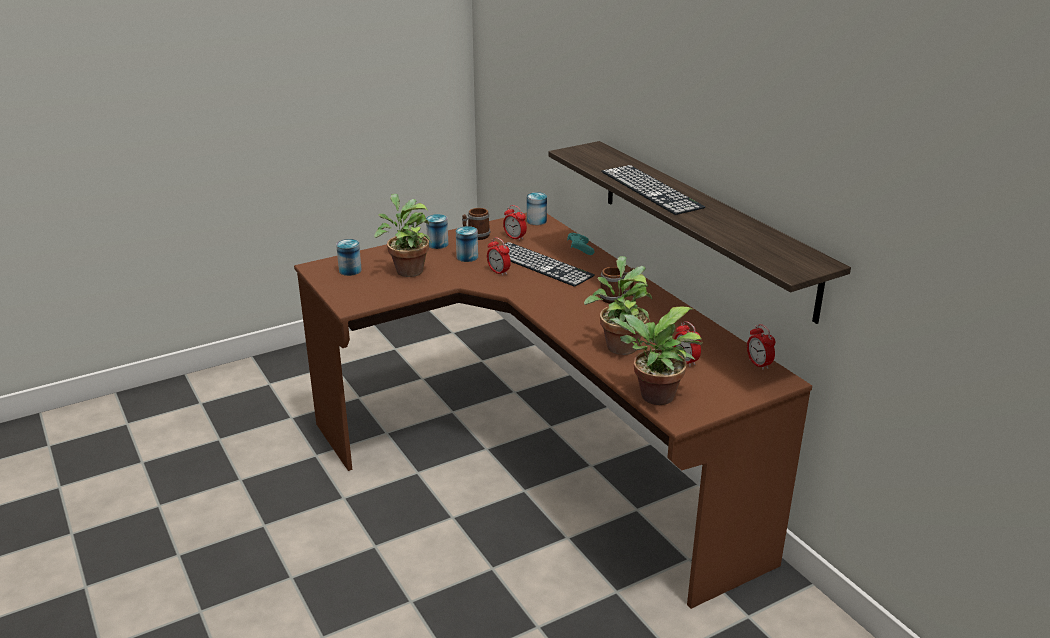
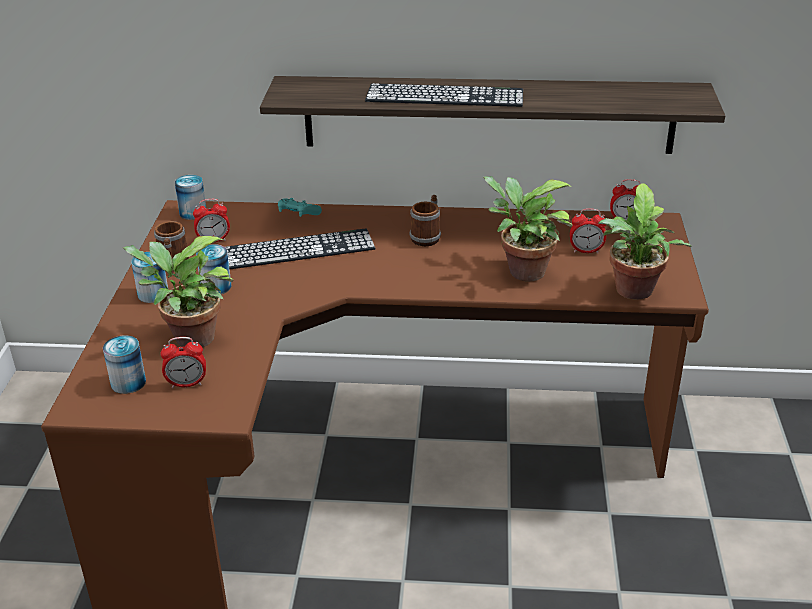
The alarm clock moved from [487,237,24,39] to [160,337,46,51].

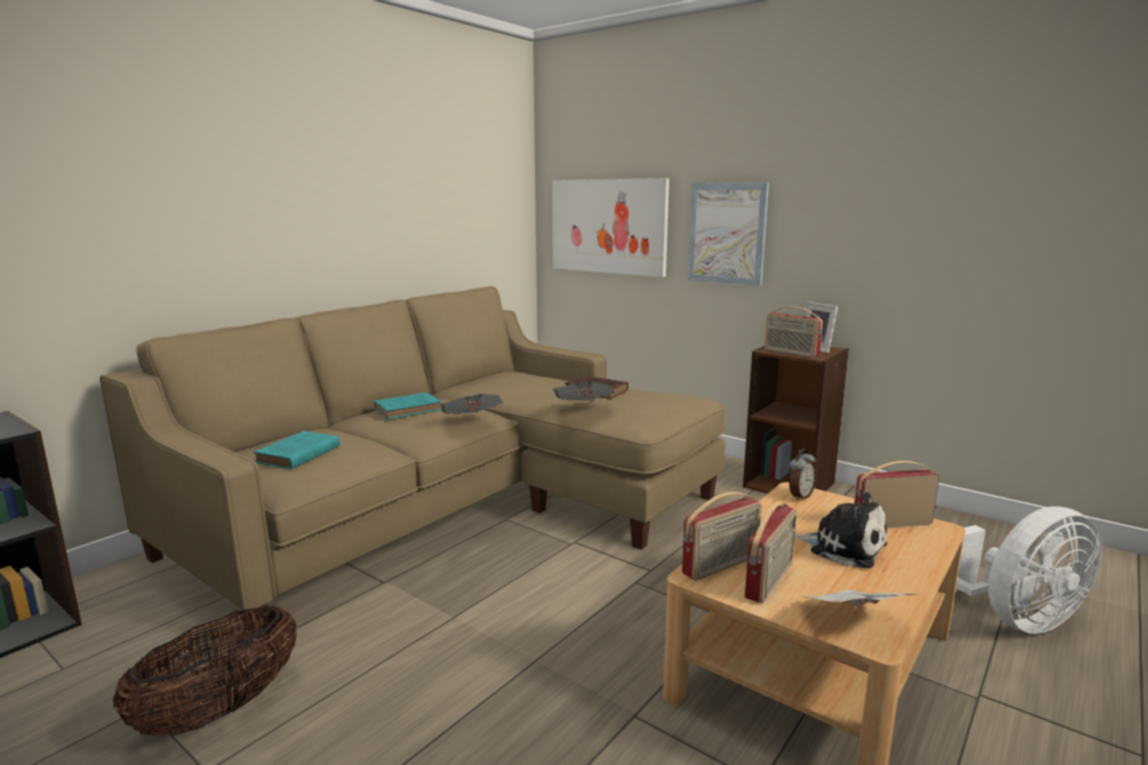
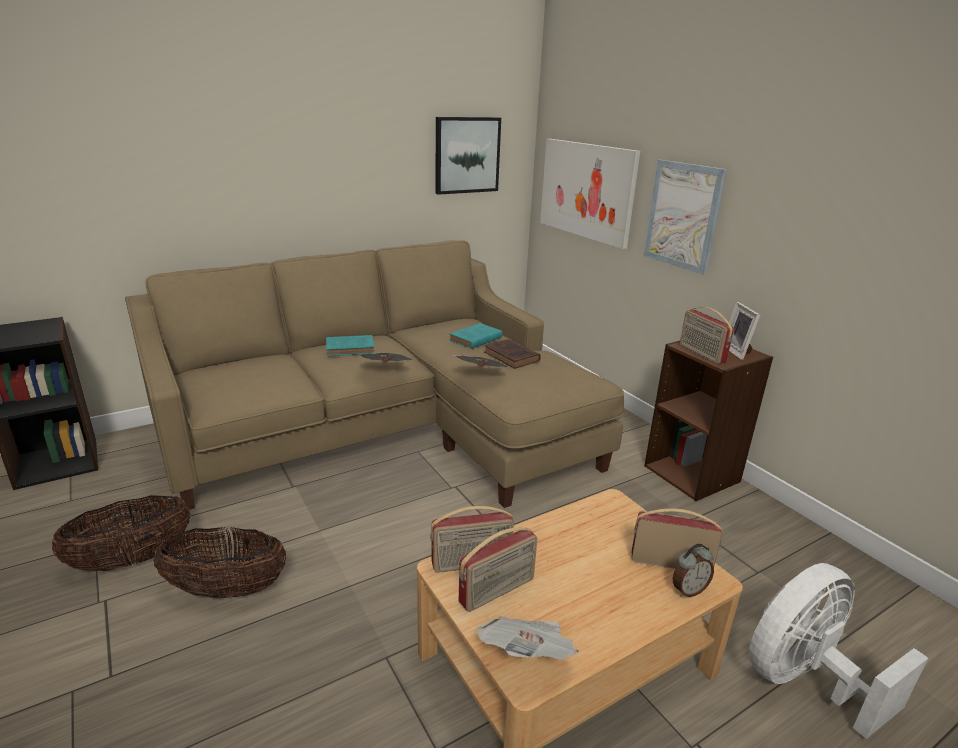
The turquoise book moved from [253,431,87,38] to [449,323,53,26].
The alarm clock moved from [789,449,27,52] to [673,544,41,53].
The soft toy at [794,493,93,75] disappeared.
The white cooling fan at [955,506,147,128] turned 150 degrees clockwise.
The wall art at [436,117,65,78] appeared.
The basket at [153,527,133,72] appeared.

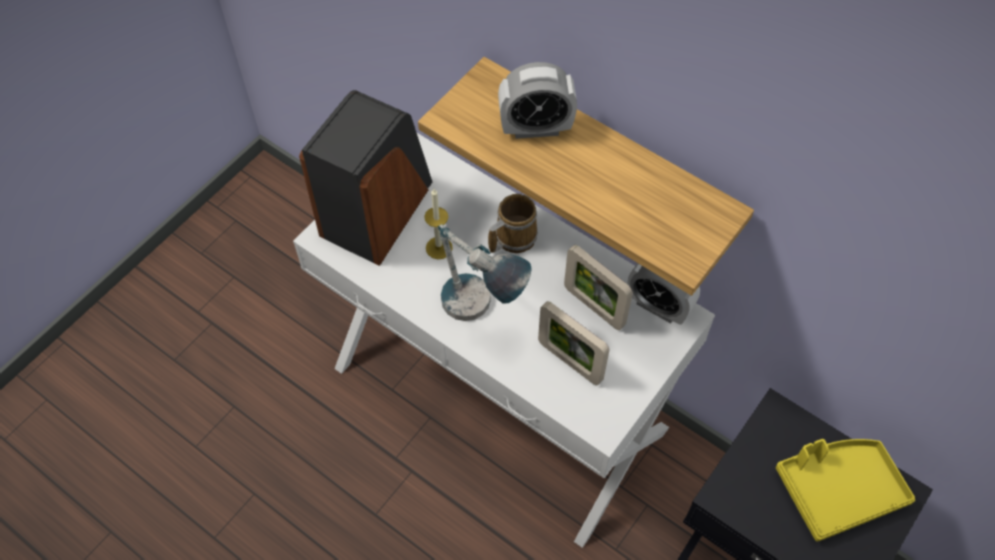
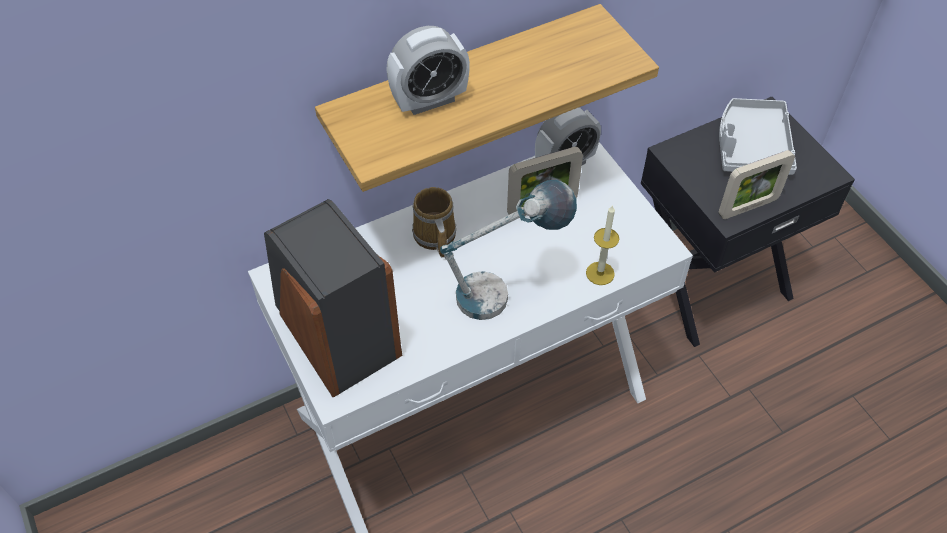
The alarm clock at [498,62,79,77] turned 45 degrees clockwise.
The wax candle moved from [424,189,29,70] to [586,205,33,80].
The standing frame moved from [538,301,72,84] to [718,150,77,69].
The yellow-coloured serving tray at [776,439,139,103] became the greyish serving tray at [719,98,78,77].

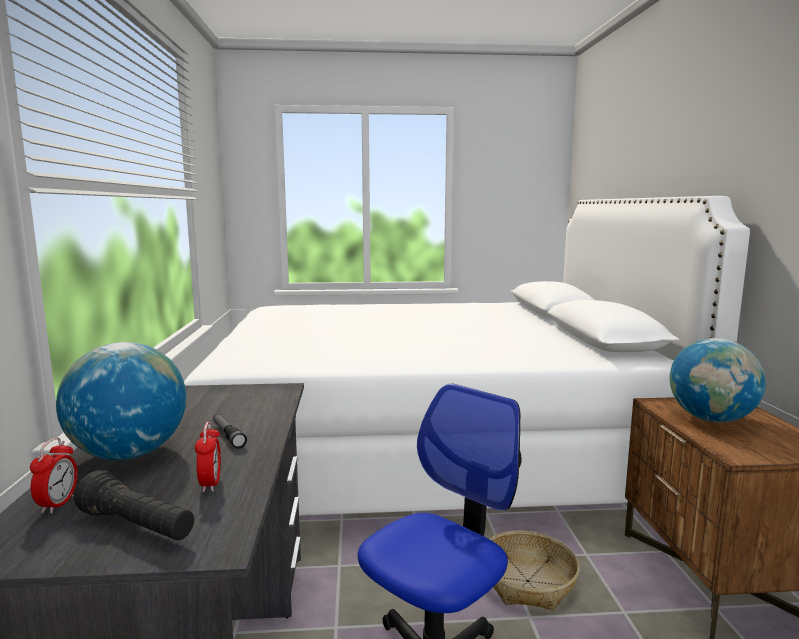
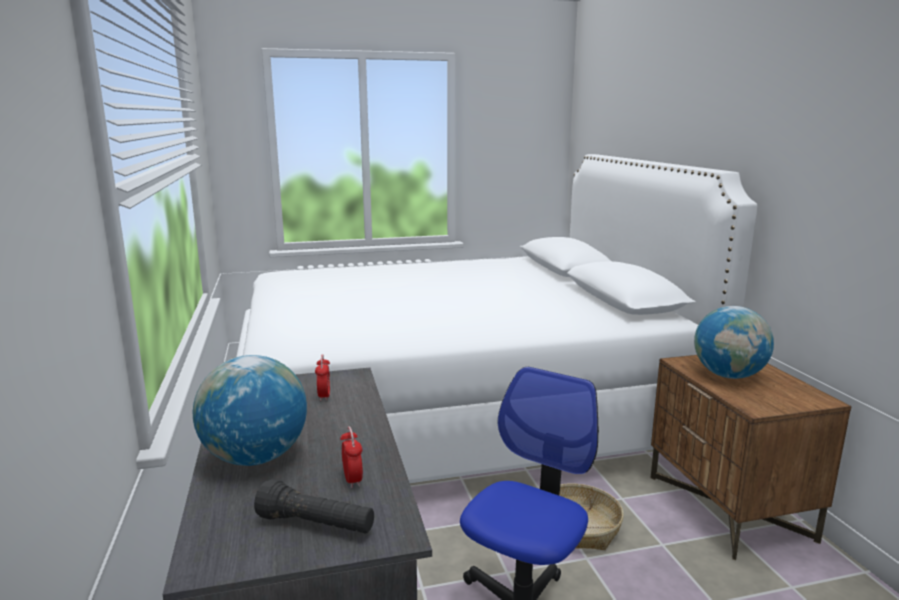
The flashlight at [213,414,34,34] disappeared.
The alarm clock moved from [30,437,48,77] to [315,354,15,47].

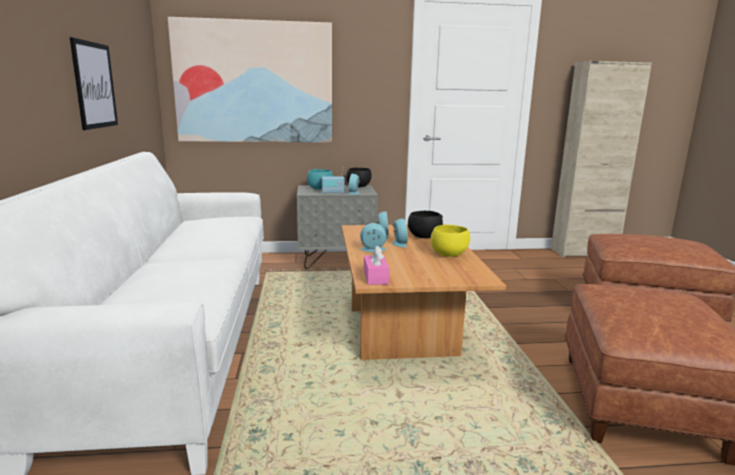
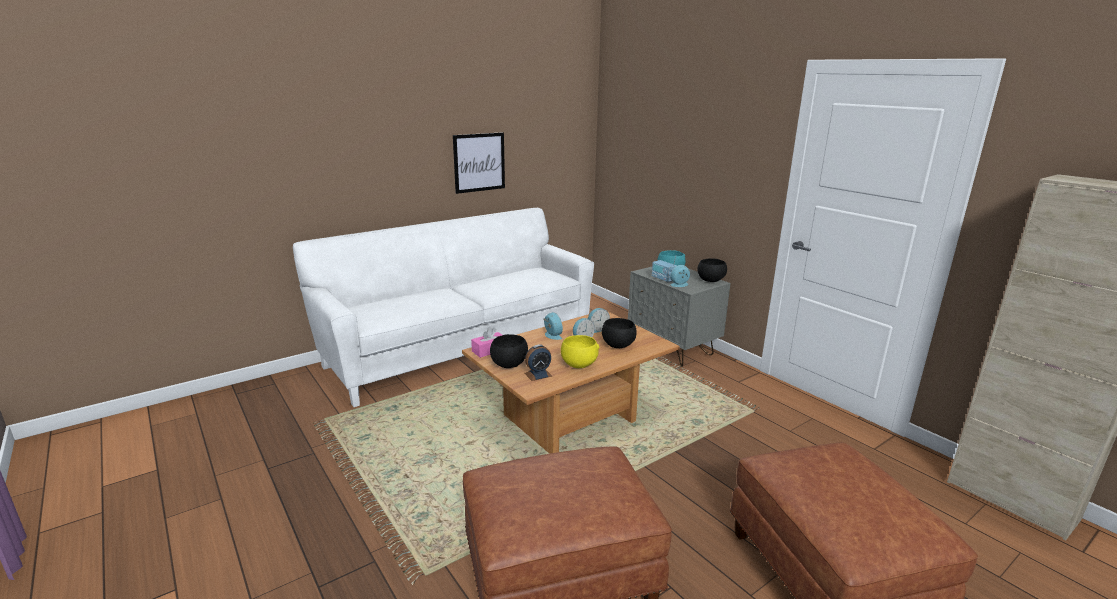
The wall art at [168,17,164,126] disappeared.
The black-coloured deep dish at [490,334,38,34] appeared.
The alarm clock at [524,344,28,37] appeared.

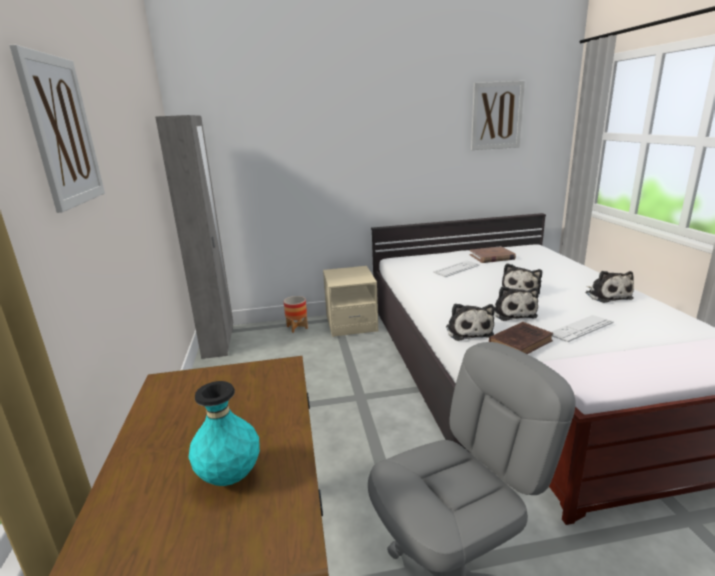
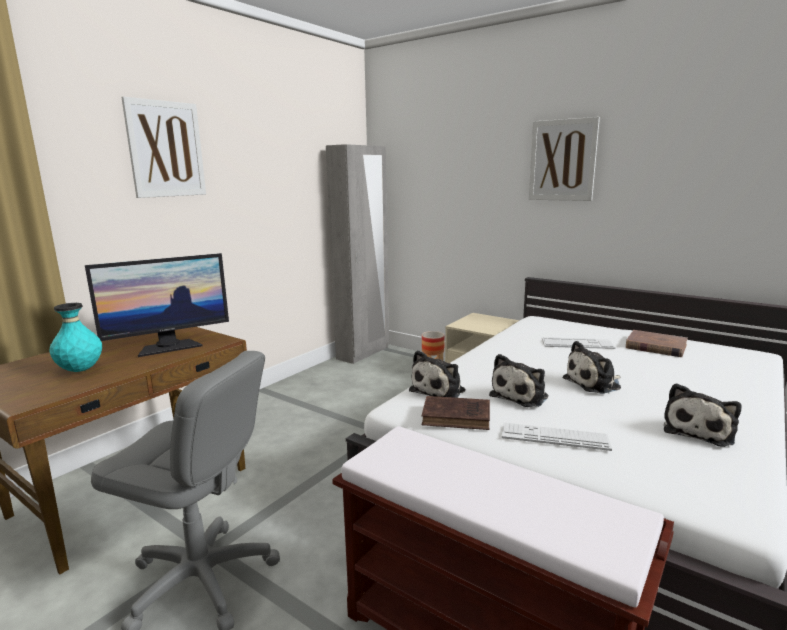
The wall art moved from [471,81,54,69] to [529,117,71,84].
The monitor at [85,253,144,104] appeared.

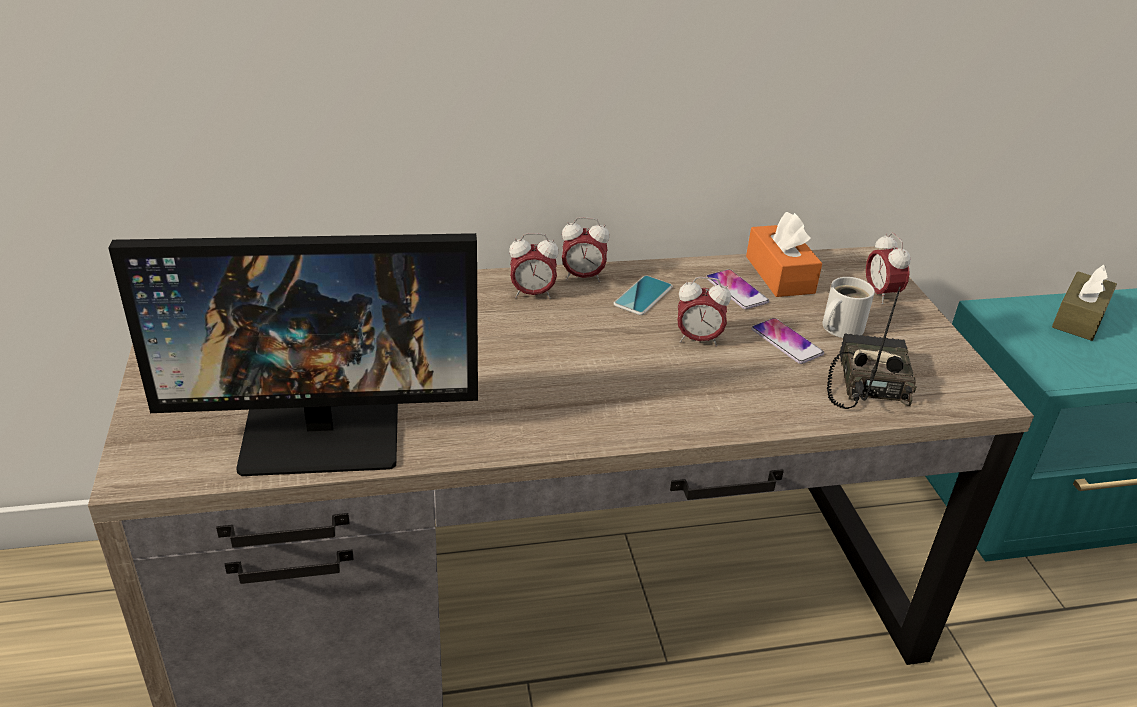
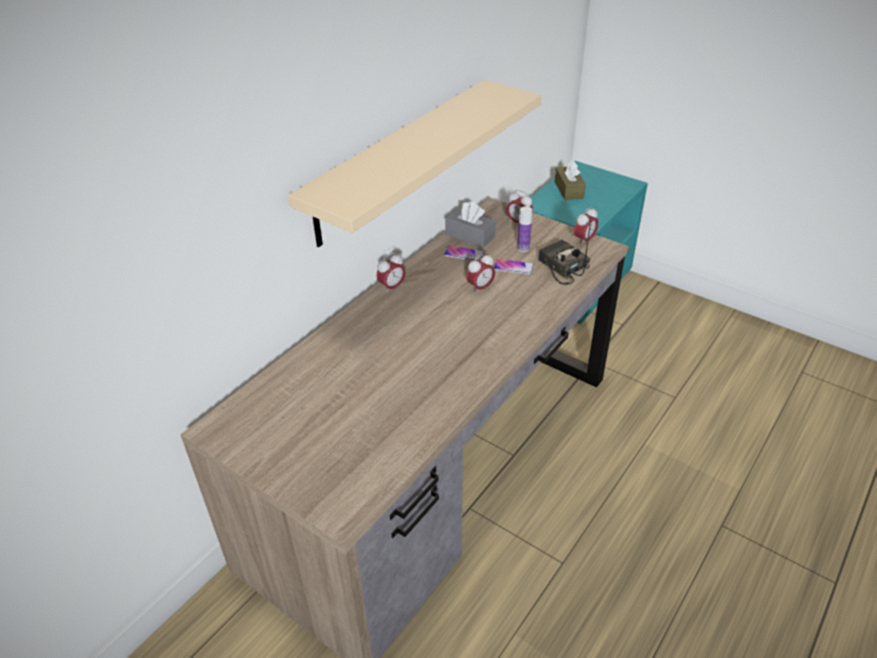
The orange tissue holder at [746,212,76,85] became the greyish tissue holder at [445,201,51,47].
The monitor at [108,233,370,243] disappeared.
The alarm clock moved from [509,233,50,66] to [574,207,24,39].
The phone at [613,275,60,40] disappeared.
The white mug at [822,277,53,61] was replaced by the beverage bottle at [517,206,15,46].
The beige shelf at [288,80,253,167] appeared.

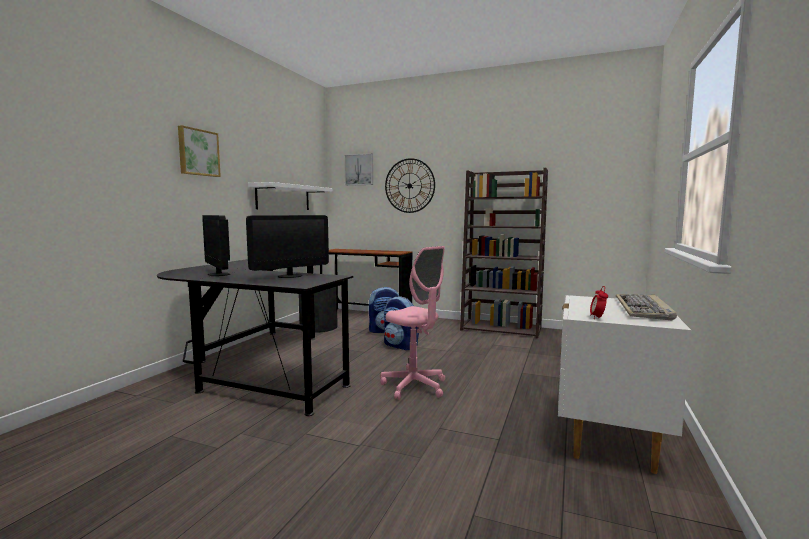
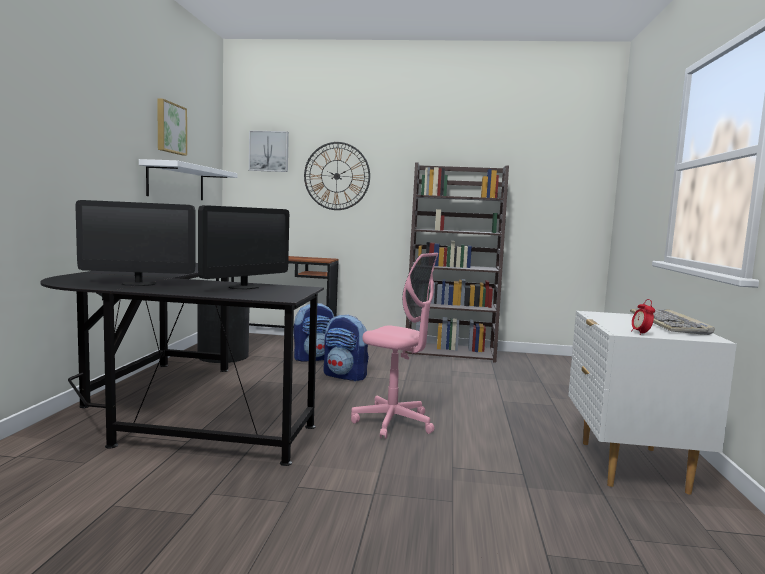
The wall art moved from [178,125,43,52] to [157,99,30,57].
The monitor at [202,215,28,61] turned 45 degrees counterclockwise.

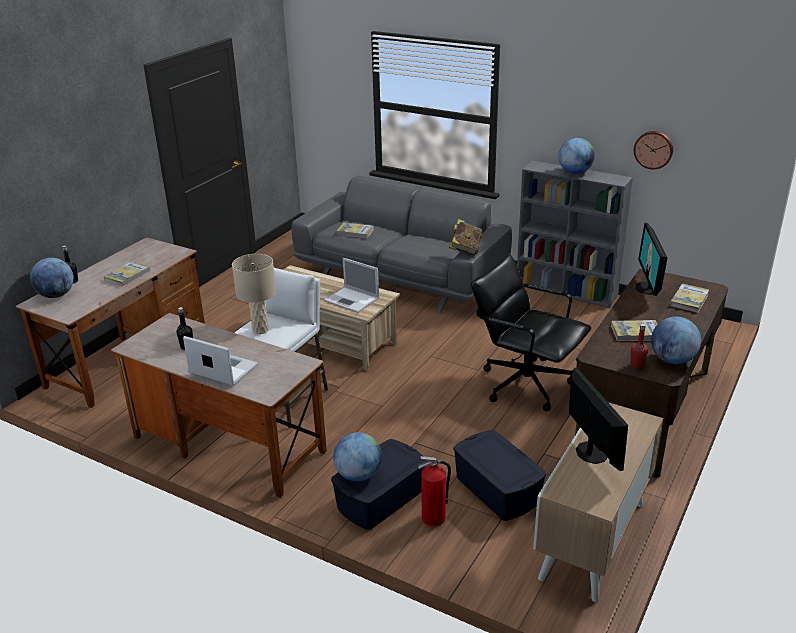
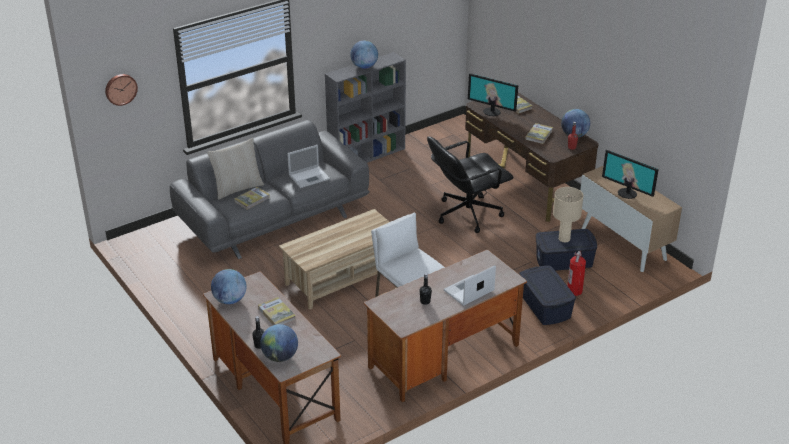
The hanging clock moved from [634,131,39,38] to [105,74,33,32].
The book at [449,219,33,37] disappeared.
The beige lamp for a table moved from [232,254,44,80] to [553,187,30,55].
The notebook computer moved from [324,258,55,55] to [287,145,43,43].
The monitor at [569,367,59,104] turned 150 degrees counterclockwise.
The desk globe moved from [333,432,49,50] to [211,269,36,35].
The beige pillow at [207,138,57,62] appeared.

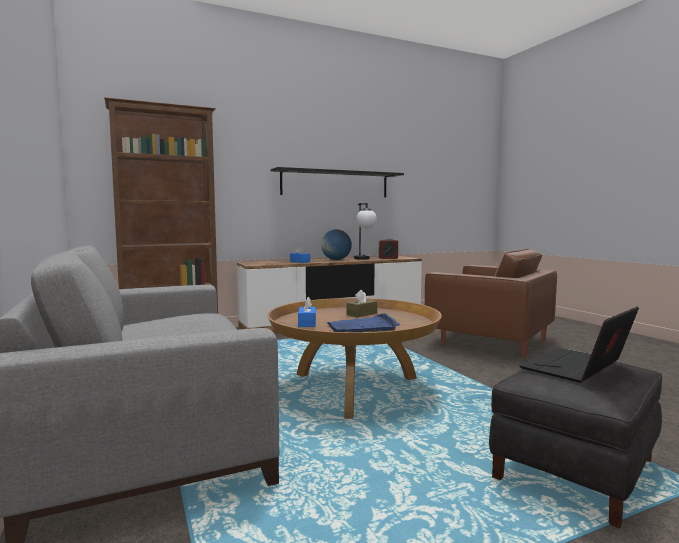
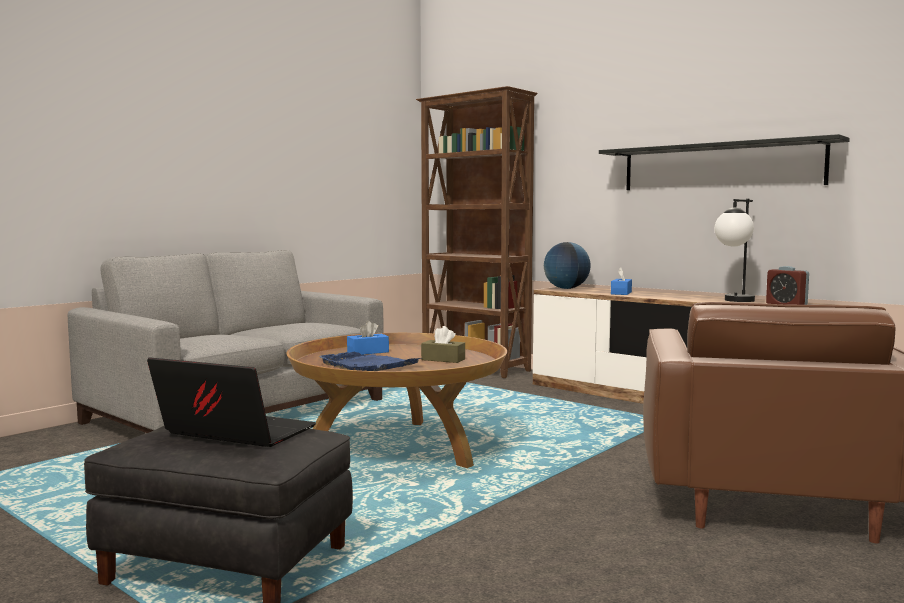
The desk globe moved from [321,229,31,31] to [544,242,47,47].

